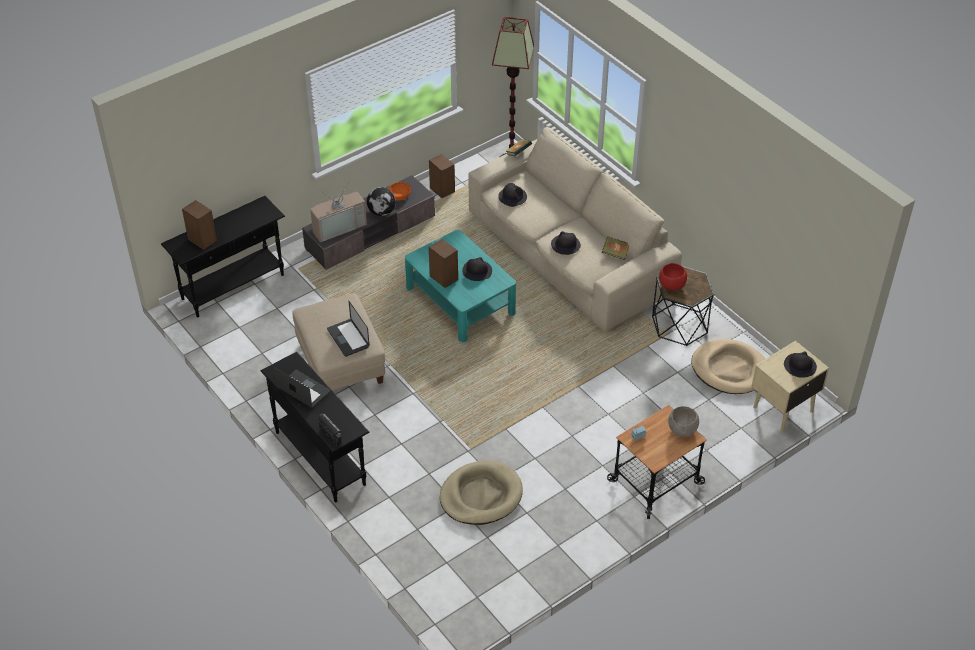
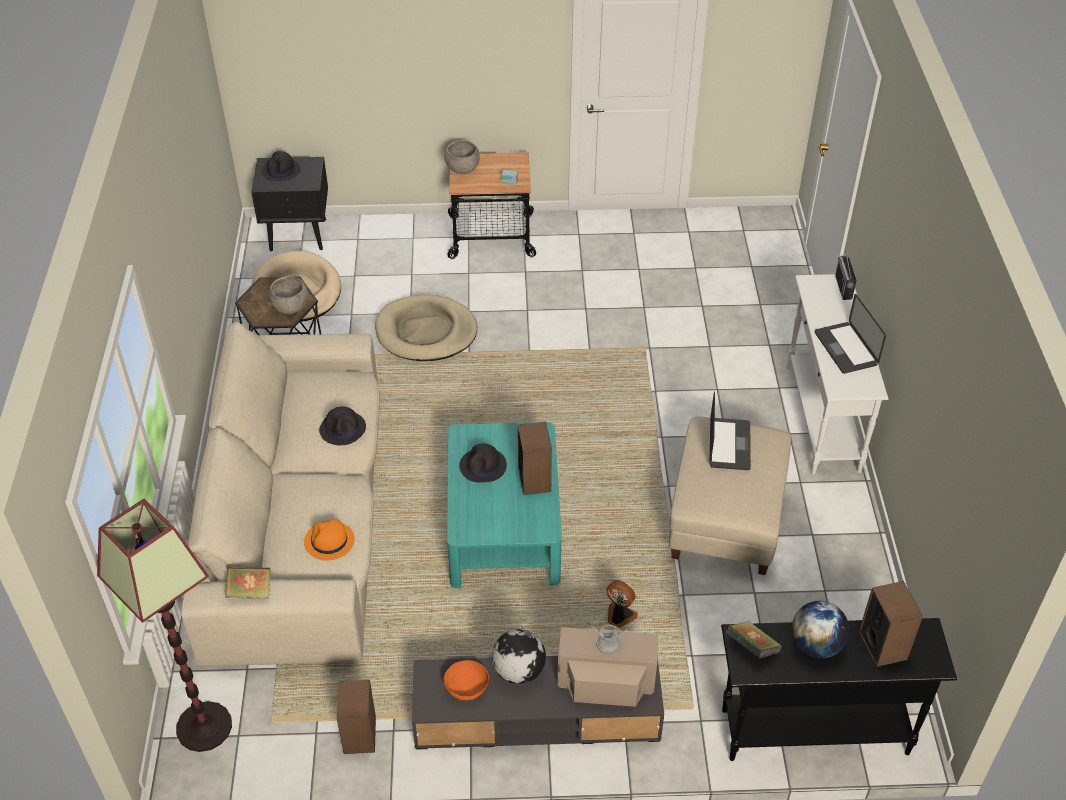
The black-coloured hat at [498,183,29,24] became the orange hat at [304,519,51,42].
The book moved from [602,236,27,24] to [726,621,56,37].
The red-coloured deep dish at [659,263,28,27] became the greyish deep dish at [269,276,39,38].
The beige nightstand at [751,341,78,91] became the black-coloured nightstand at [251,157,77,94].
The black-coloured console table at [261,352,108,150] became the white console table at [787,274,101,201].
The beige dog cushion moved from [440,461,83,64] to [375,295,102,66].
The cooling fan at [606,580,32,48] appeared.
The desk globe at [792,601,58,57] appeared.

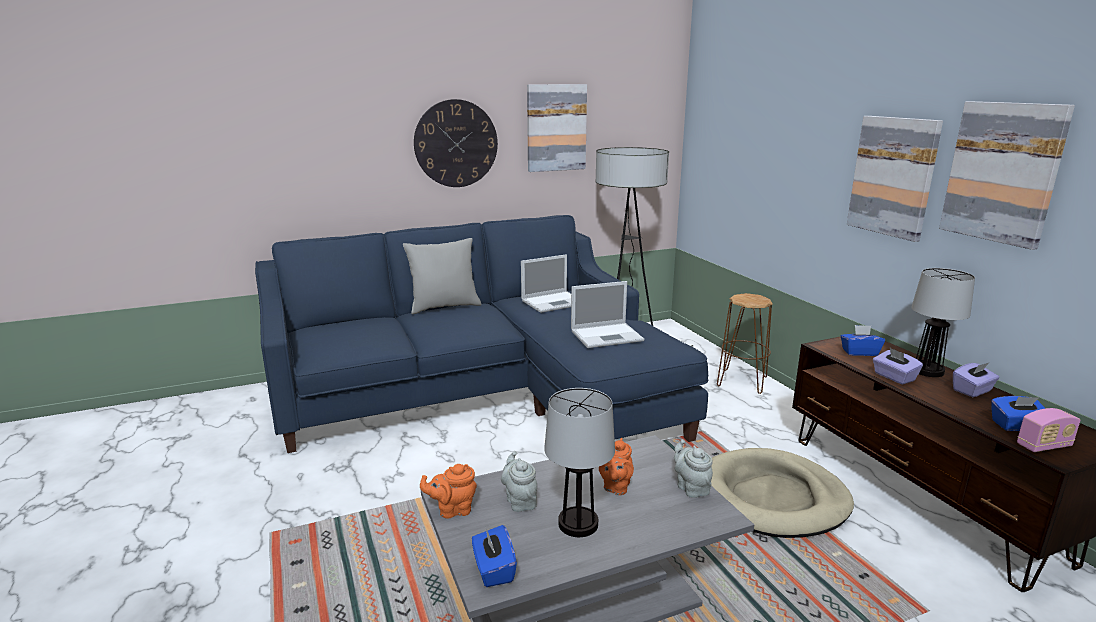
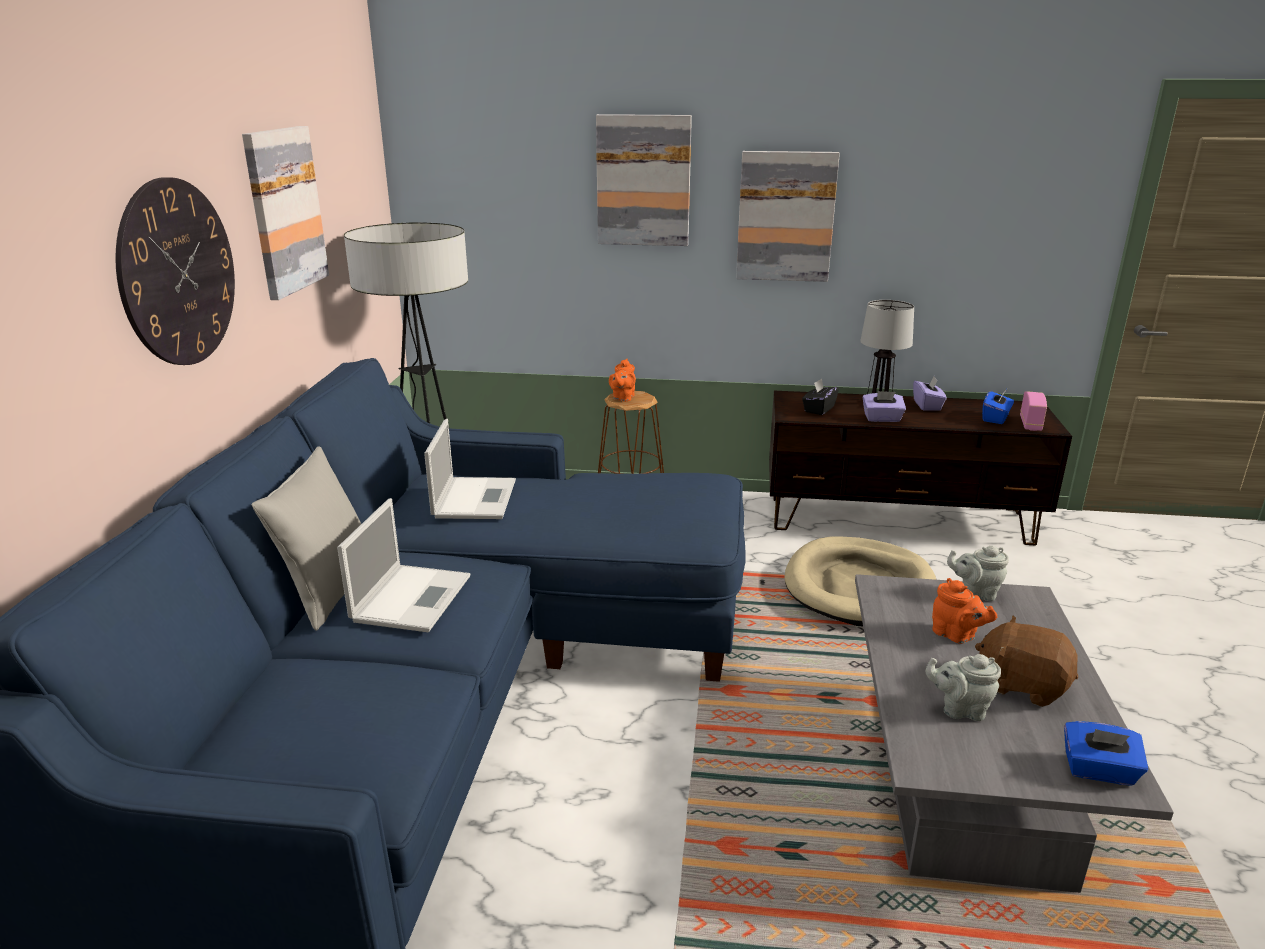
The wall art moved from [939,101,136,149] to [596,114,96,132].
The notebook computer moved from [571,281,73,67] to [337,498,133,134].
The blue-coloured tissue holder at [841,325,44,31] became the black-coloured tissue holder at [802,378,37,37].
The lamp for a table at [544,388,71,149] was replaced by the brownish soft toy at [975,615,103,92].
The orange tea pot moved from [420,464,57,55] to [609,359,27,43].

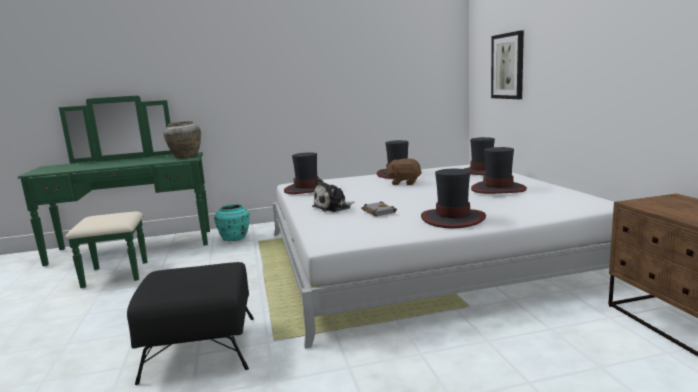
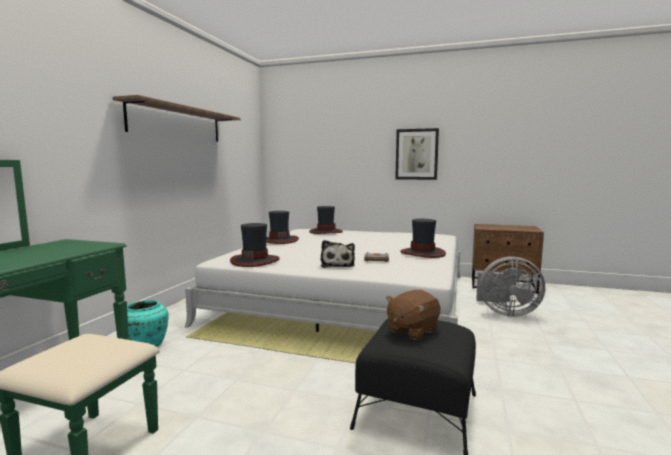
The wall art moved from [491,30,33,69] to [395,128,44,52].
The beige vase at [163,121,38,37] disappeared.
The hat at [471,147,56,47] disappeared.
The brownish soft toy moved from [385,158,37,27] to [386,290,54,50].
The shelf at [113,95,128,47] appeared.
The greyish cooling fan at [476,256,69,61] appeared.

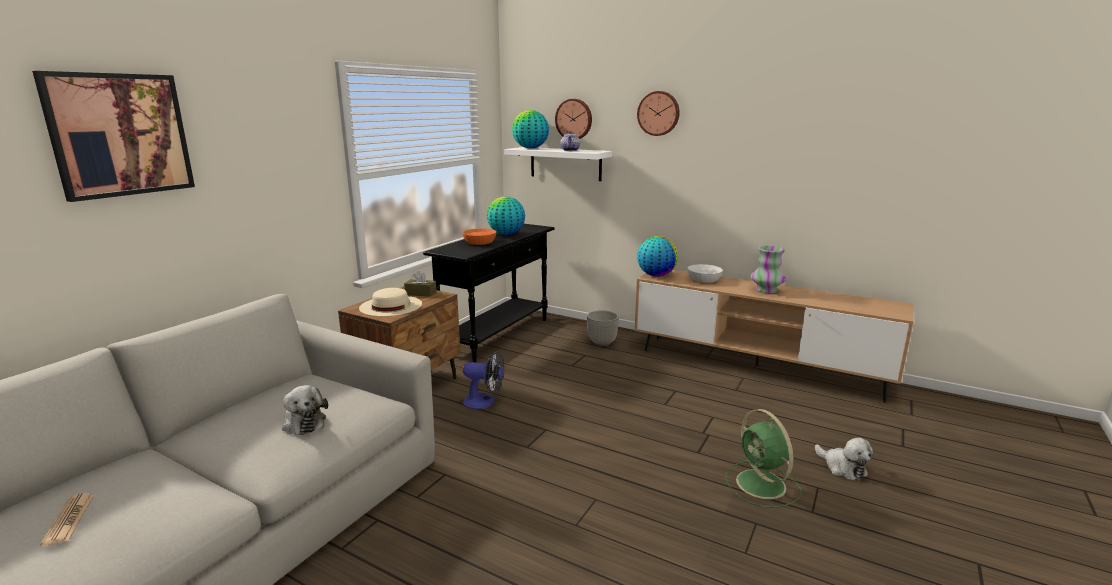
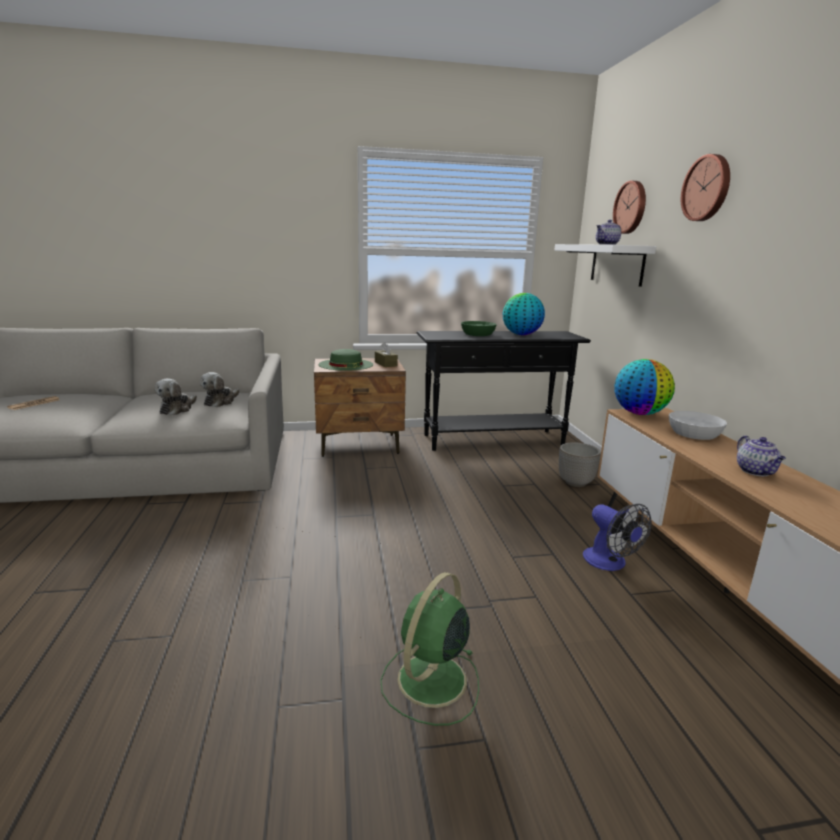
The wall art at [32,71,163,131] disappeared.
The desk globe at [512,110,37,38] disappeared.
The orange deep dish at [462,228,35,17] became the greenish deep dish at [461,321,36,15].
The vase at [751,246,35,47] was replaced by the tea pot at [737,436,49,40].
The beige hat at [359,288,63,28] became the greenish hat at [318,349,55,22].
The cooling fan moved from [463,351,41,58] to [583,504,69,67].
The soft toy moved from [815,438,58,43] to [200,372,40,35].

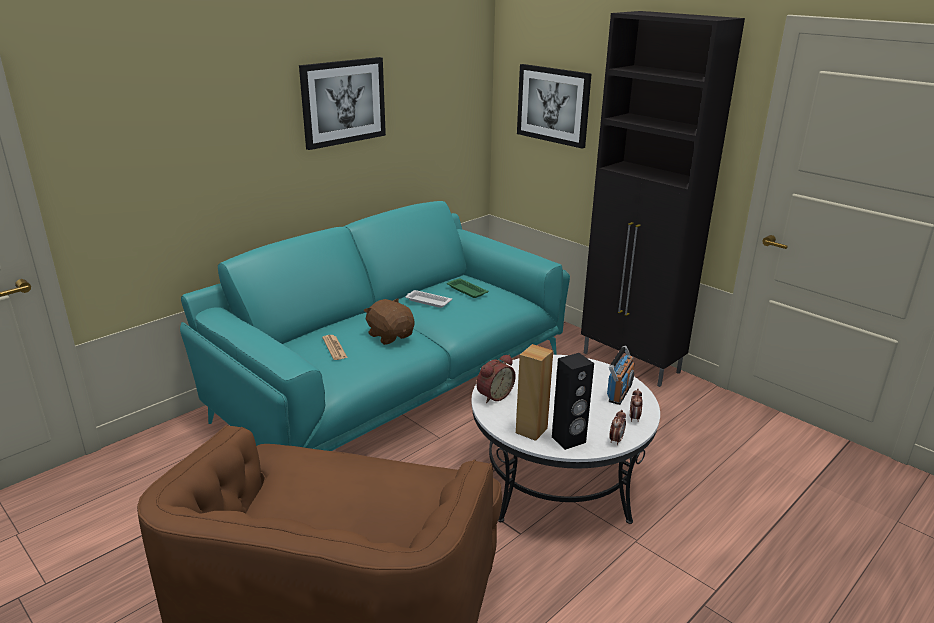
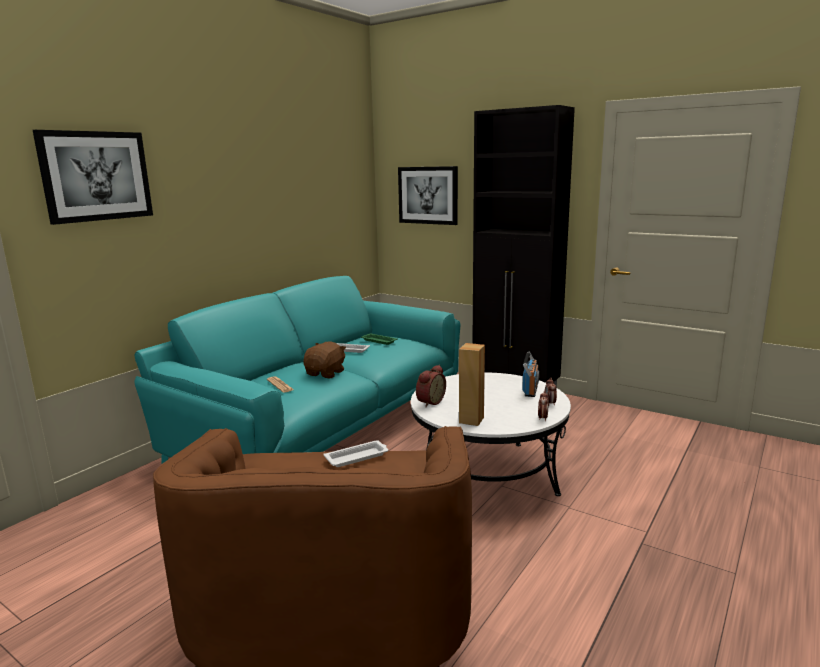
The wall art moved from [299,57,87,93] to [33,130,120,95].
The brownish soft toy at [364,298,50,47] turned 75 degrees clockwise.
The black-coloured audio speaker at [552,353,42,97] disappeared.
The white serving tray at [324,440,64,27] appeared.

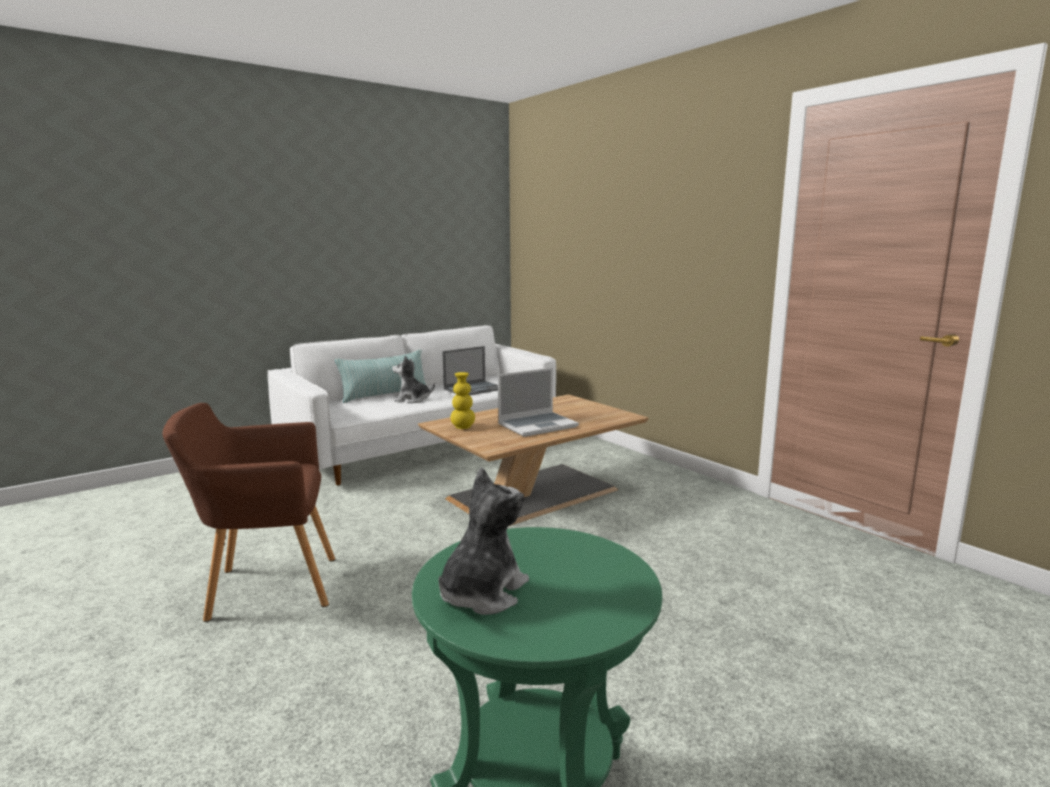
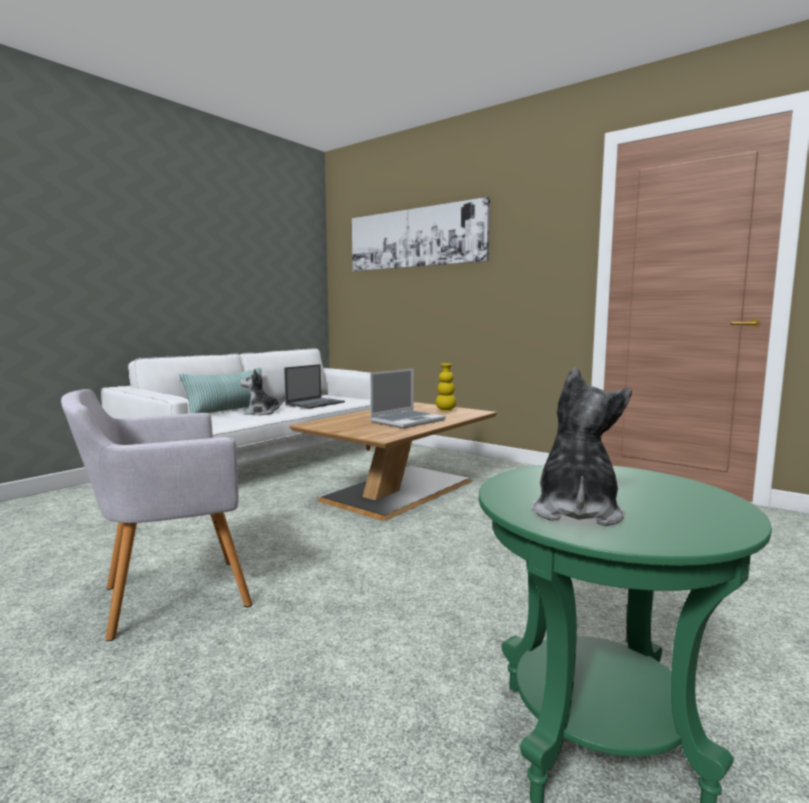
The yellow-coloured vase moved from [451,372,24,57] to [436,364,20,47].
The brownish lounge chair at [162,403,173,219] became the greyish lounge chair at [61,389,192,252].
The wall art at [352,197,138,74] appeared.

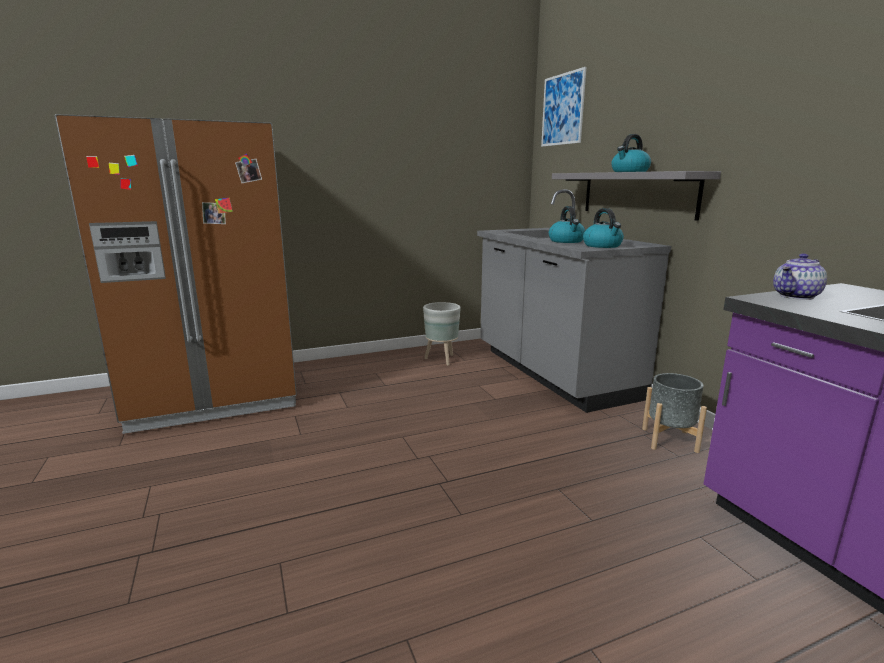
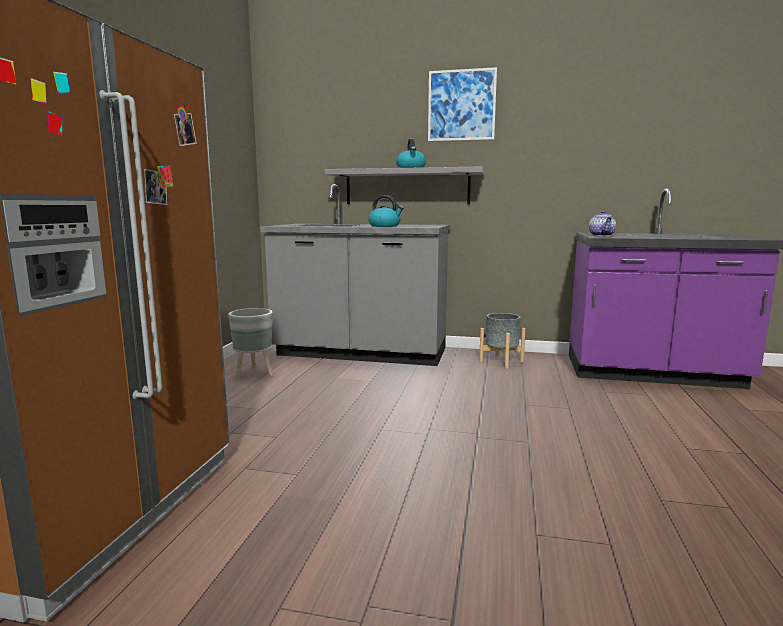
The wall art moved from [541,67,45,80] to [428,67,69,74].
The tea kettle at [583,208,41,40] disappeared.

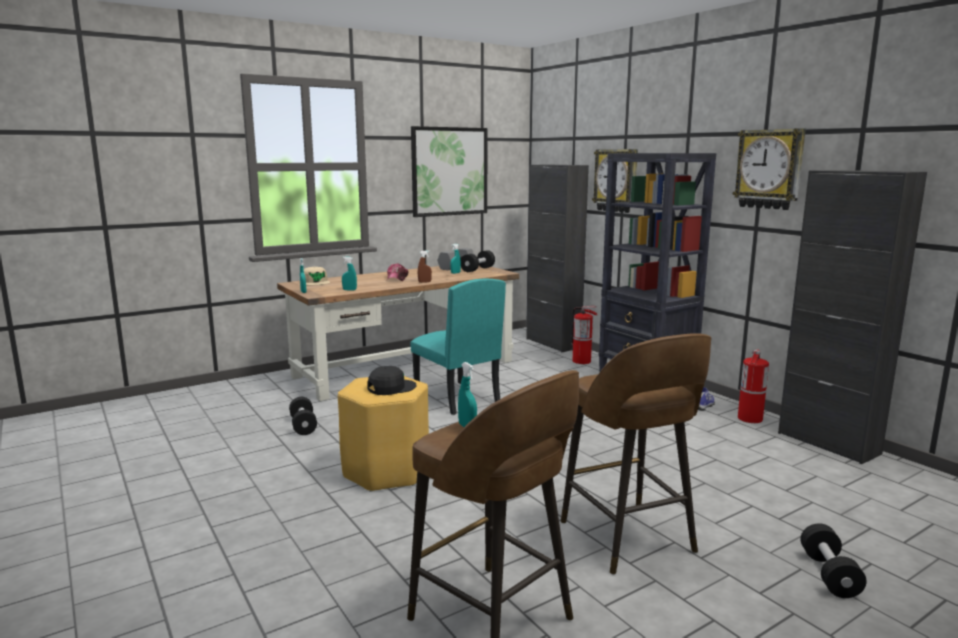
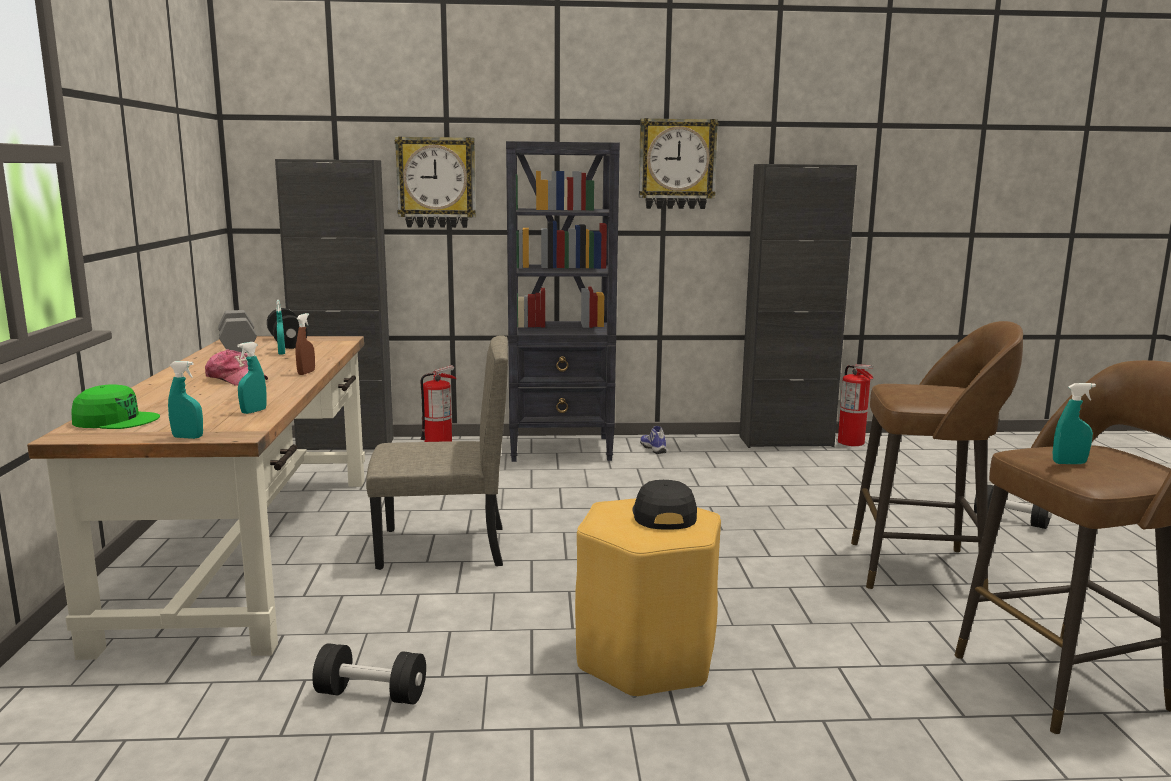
The wall art at [411,126,77,91] disappeared.
The beige cap at [304,267,26,18] became the greenish cap at [71,384,89,45].
The turquoise chair at [410,279,96,136] became the beige chair at [366,335,142,235].
The extinguisher moved from [738,349,31,74] to [838,364,35,82].

